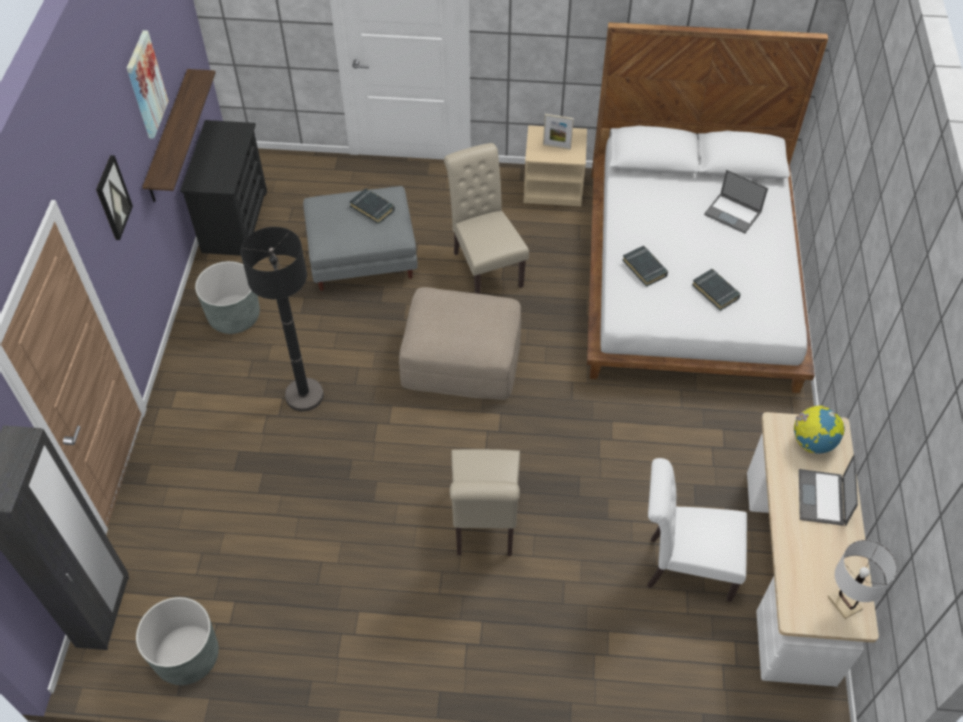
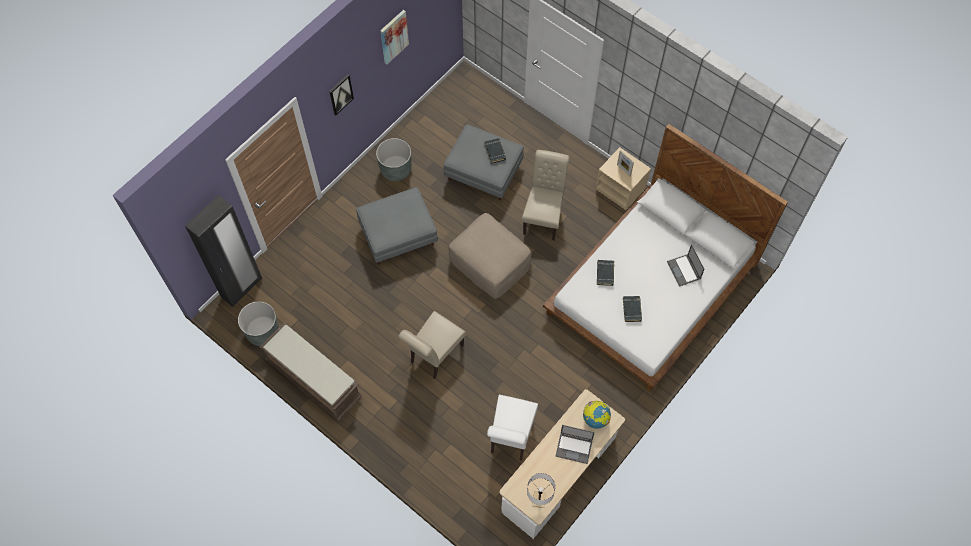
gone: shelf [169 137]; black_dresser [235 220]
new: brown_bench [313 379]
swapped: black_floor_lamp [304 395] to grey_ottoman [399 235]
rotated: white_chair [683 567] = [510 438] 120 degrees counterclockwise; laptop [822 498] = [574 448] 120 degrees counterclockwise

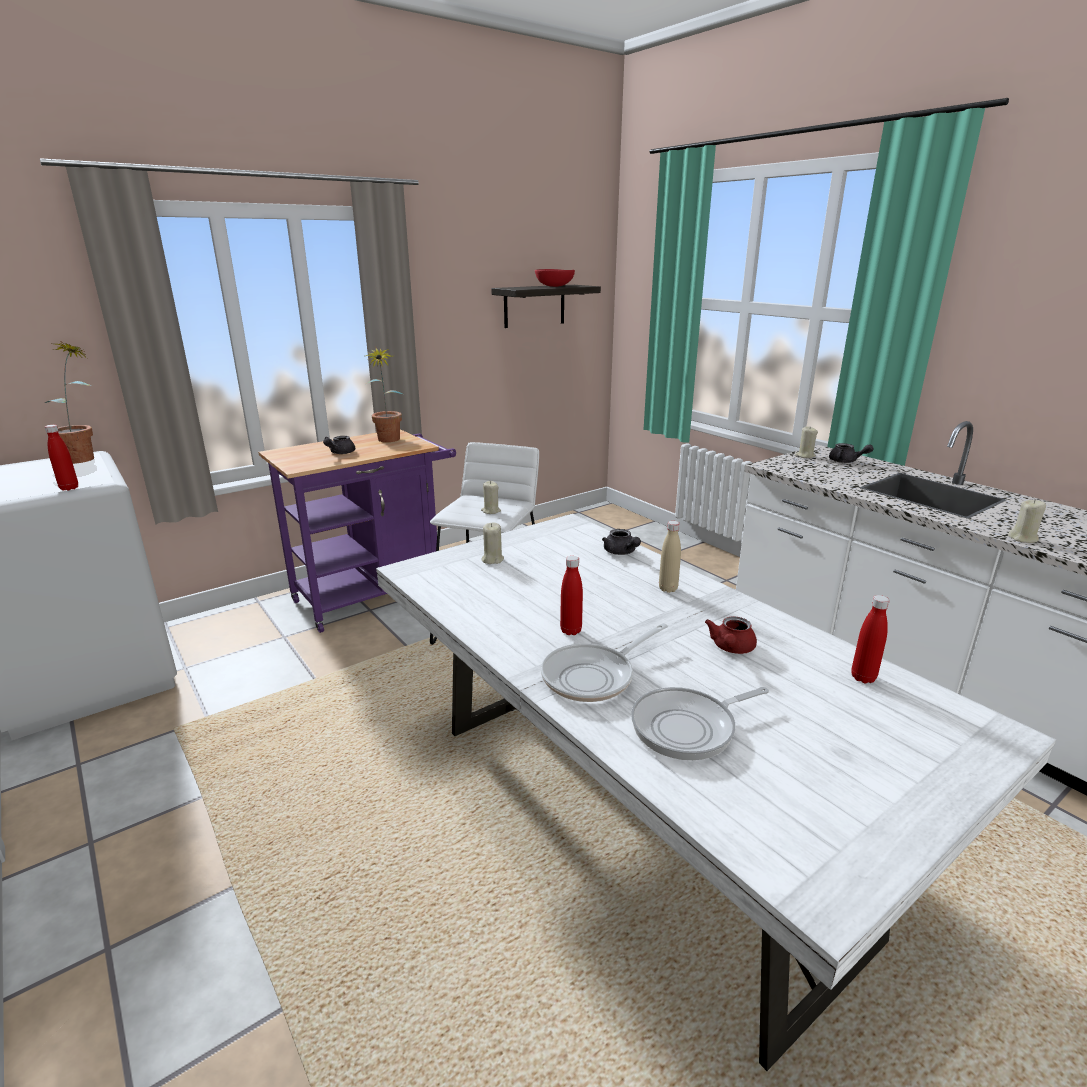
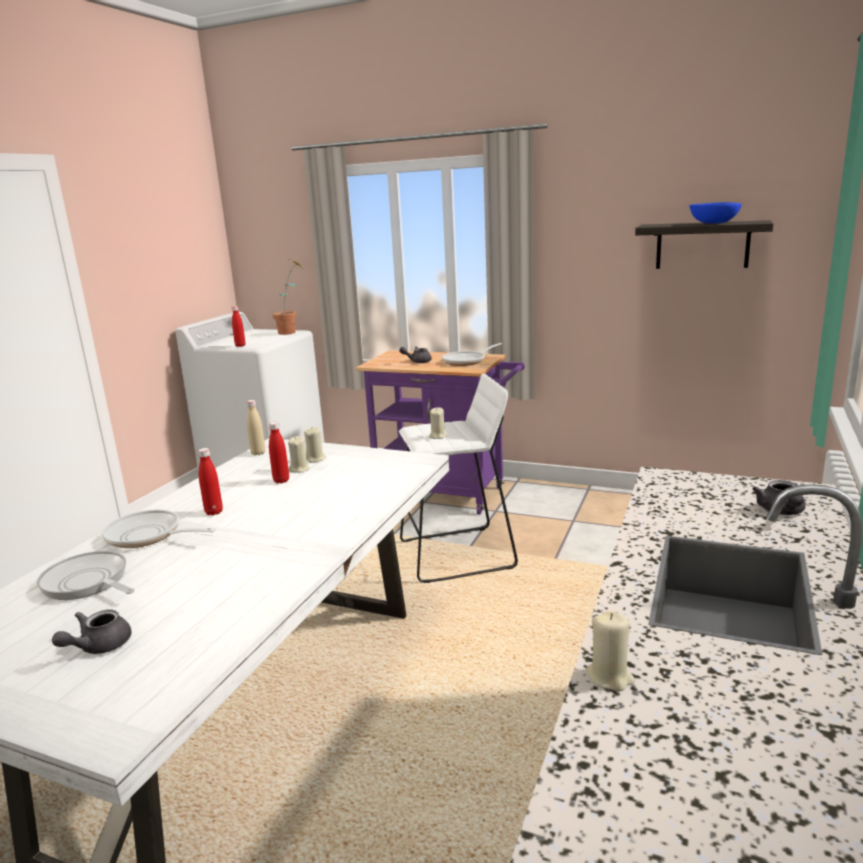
gone: red_teapot [731 648]
shifted: grey_teapot [621 552] to [98 646]; beige_bottle [668 589] to [258 453]; beige_candle [805 456] to [299 469]; red_bottle [863 677] to [281 481]
swapped: potted_plant [388 441] to frying_pan [467 361]
repainted: red_bowl [555 286] to blue_bowl [714 223]

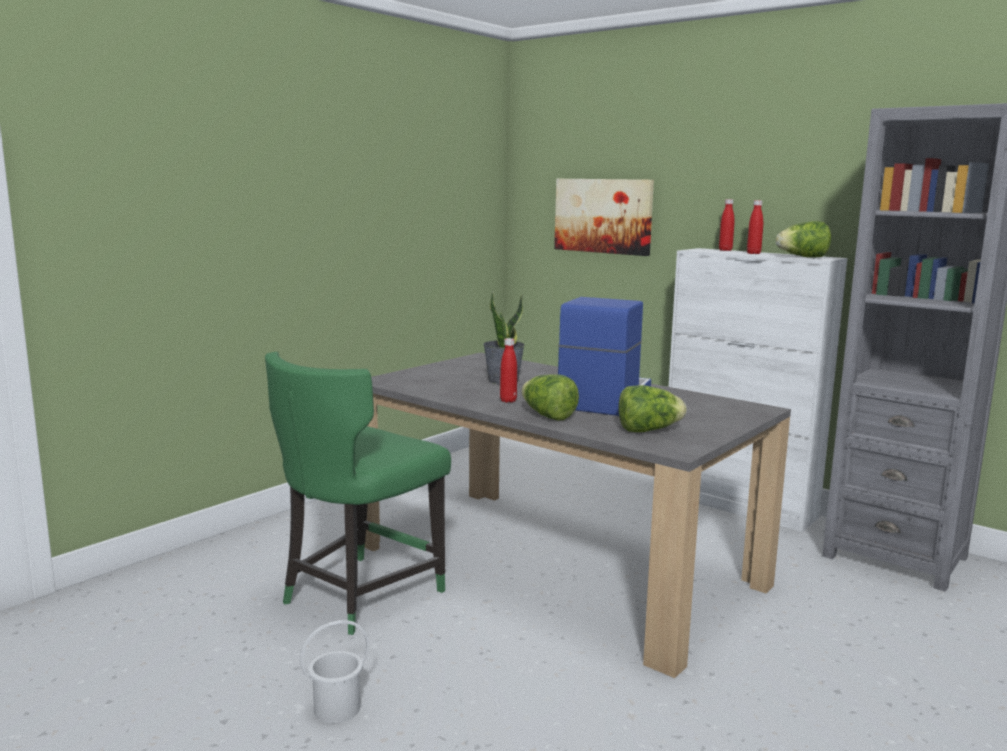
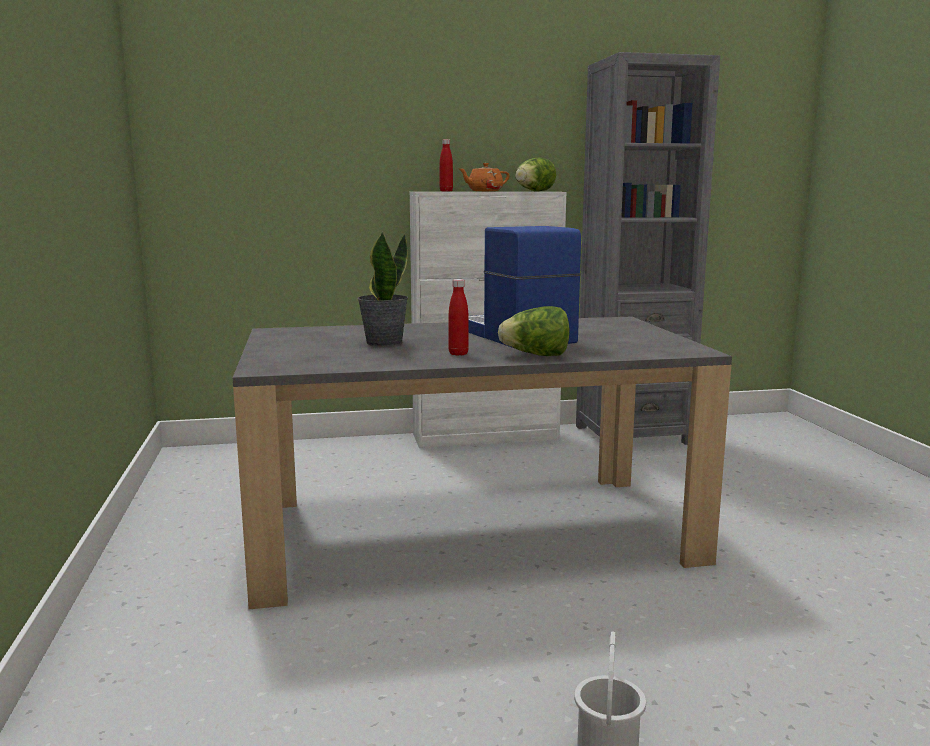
gone: green_chair [358 596]; picture [603 216]; lettuce [648 430]
swapped: red_bottle [753 253] to orange_teapot [484 191]

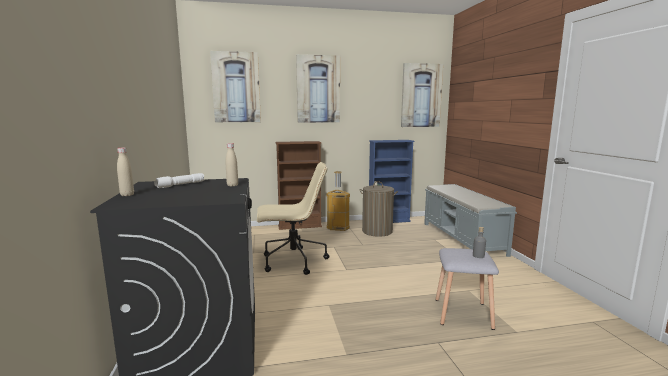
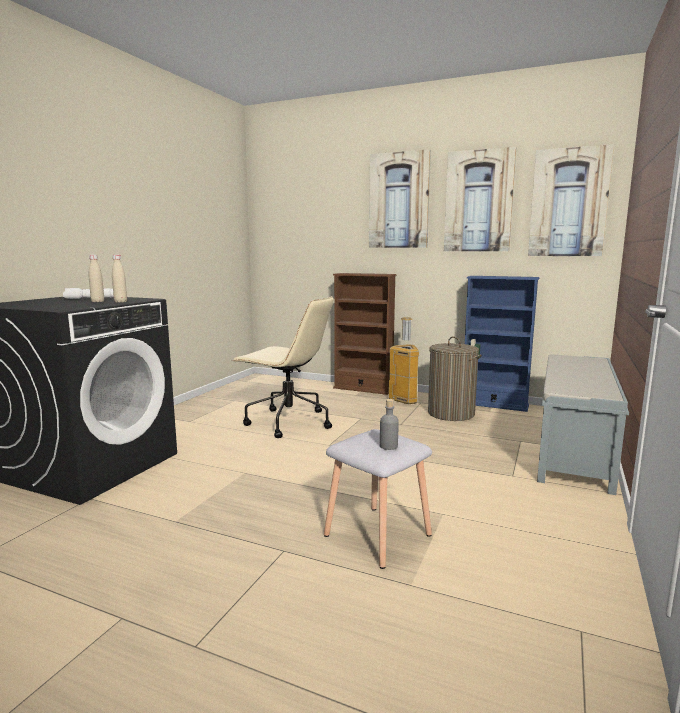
shifted: beige_bottle [127 195] to [97 301]; picture [236 87] to [478 201]

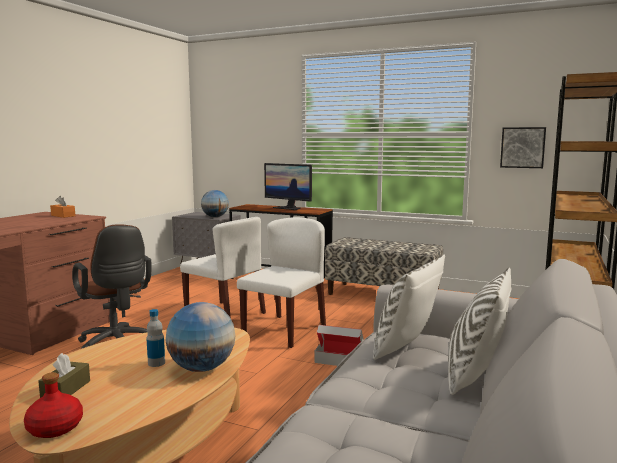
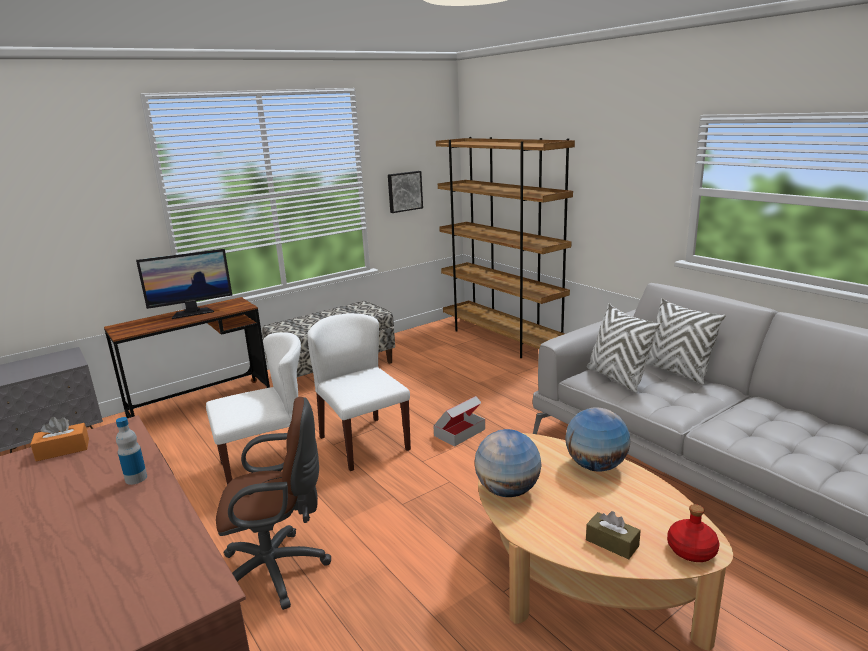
shifted: bottle [156 363] to [136 478]; globe [215 217] to [508 491]

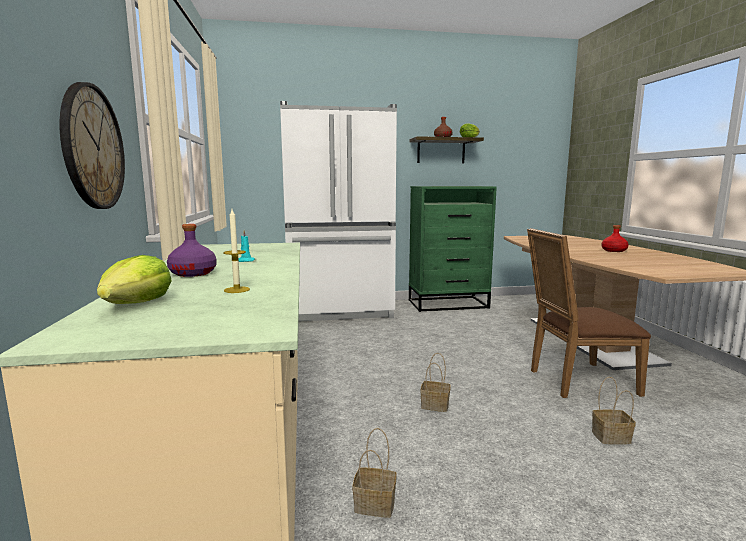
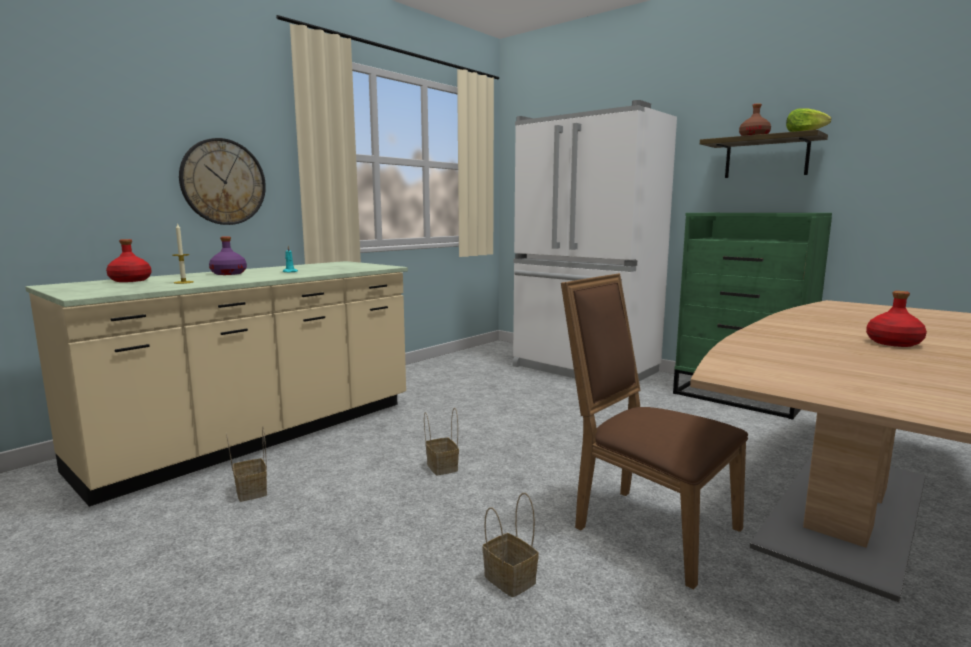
swapped: lettuce [137 304] to red_bottle [131 280]

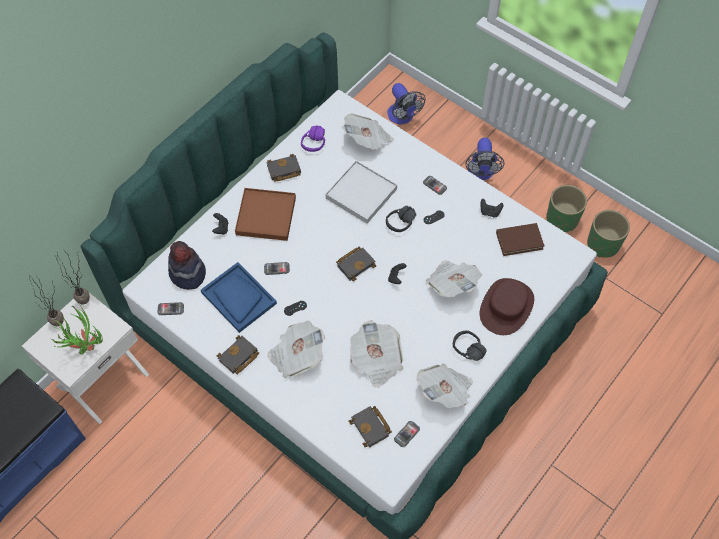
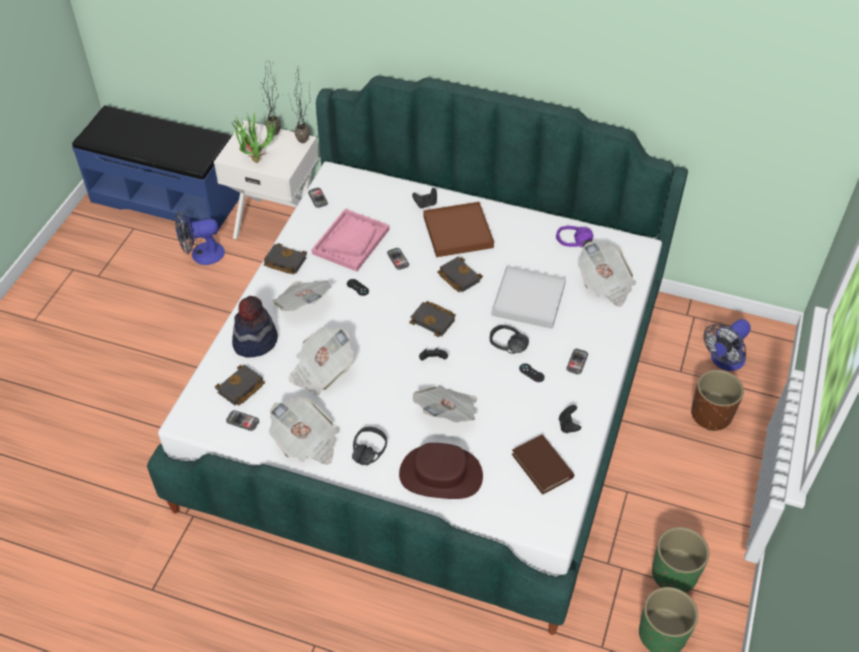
new: brown_planter [711 415]
shifted: hat [187 274] to [255 341]; black_book [283 171] to [457 277]; fan [481 173] to [201 255]
repainted: blue_tray [238 298] to pink_tray [351 241]

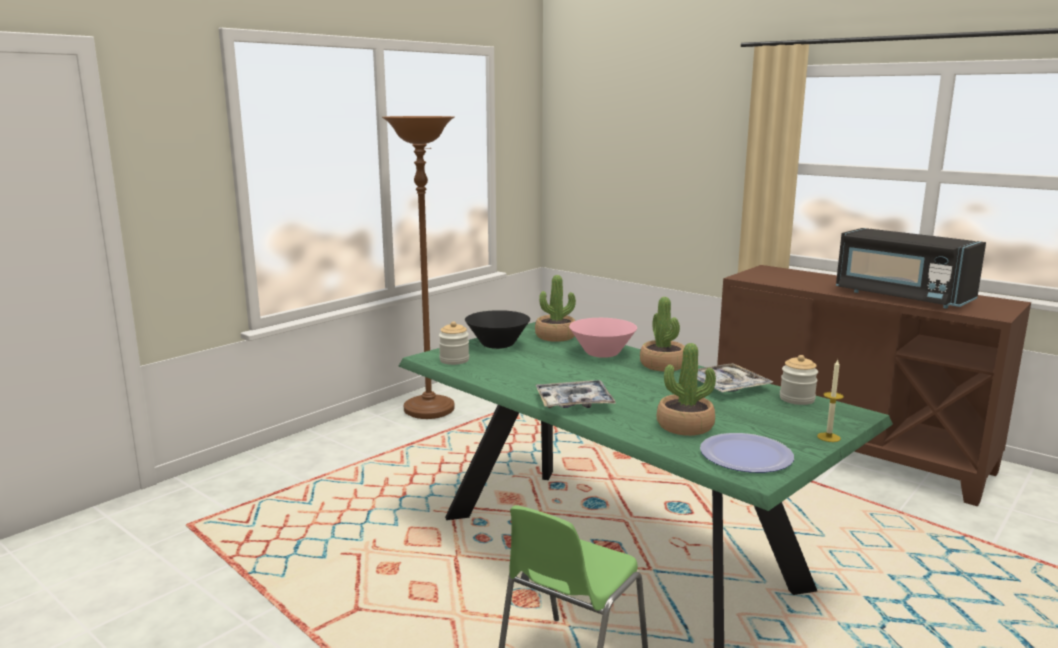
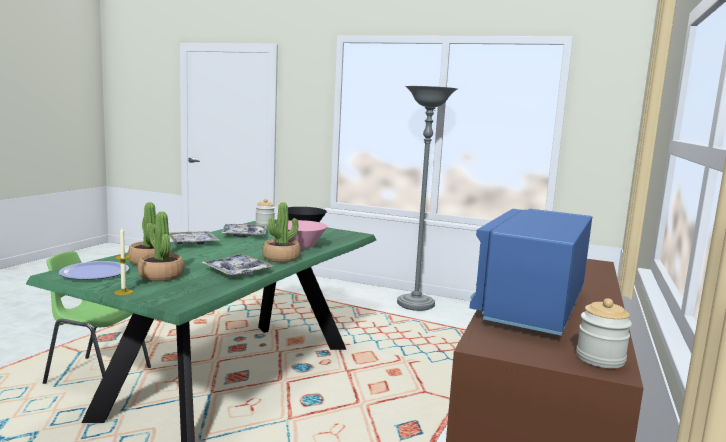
new: tray [244 235]
shifted: potted_plant [555 336] to [161 276]; jar [797 399] to [600 359]
repainted: brown_floor_lamp [429 410] to grey_floor_lamp [415 305]; black_microwave [901 297] to blue_microwave [531 306]

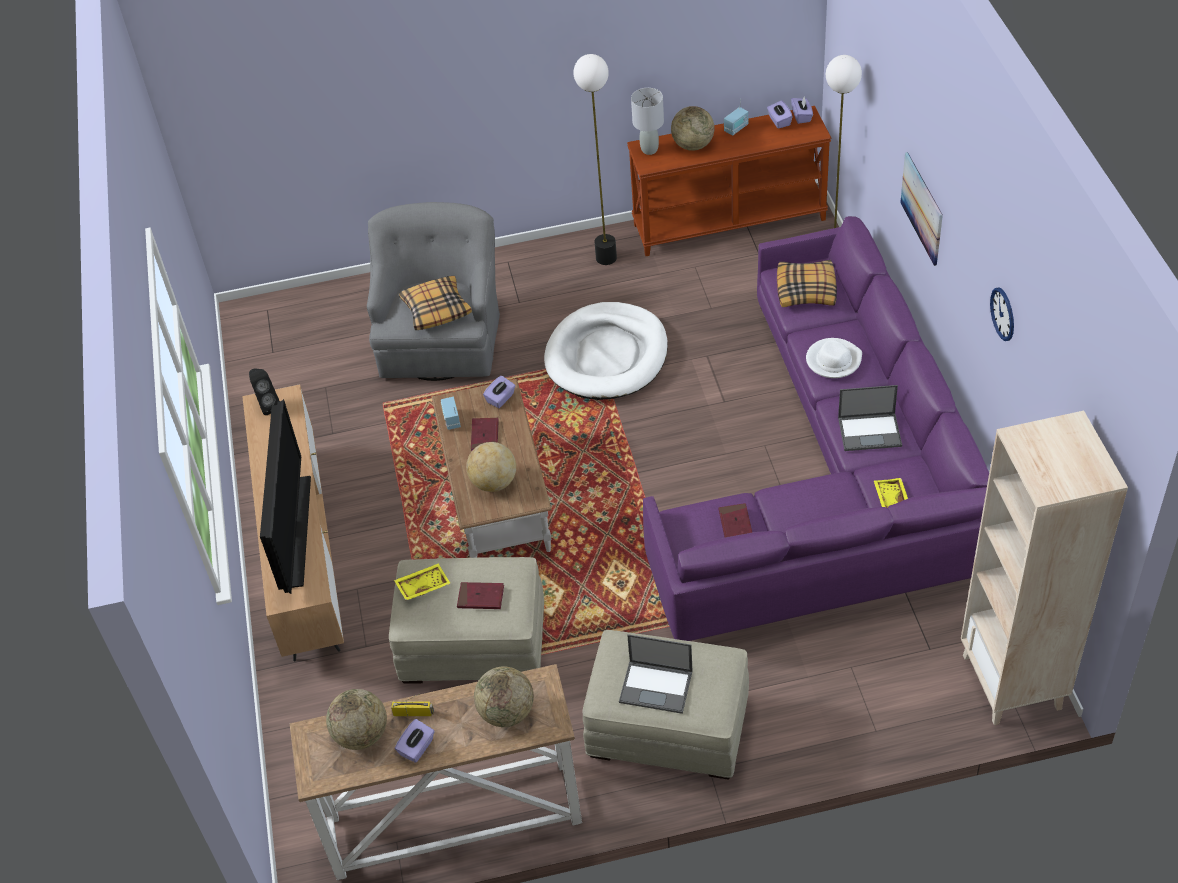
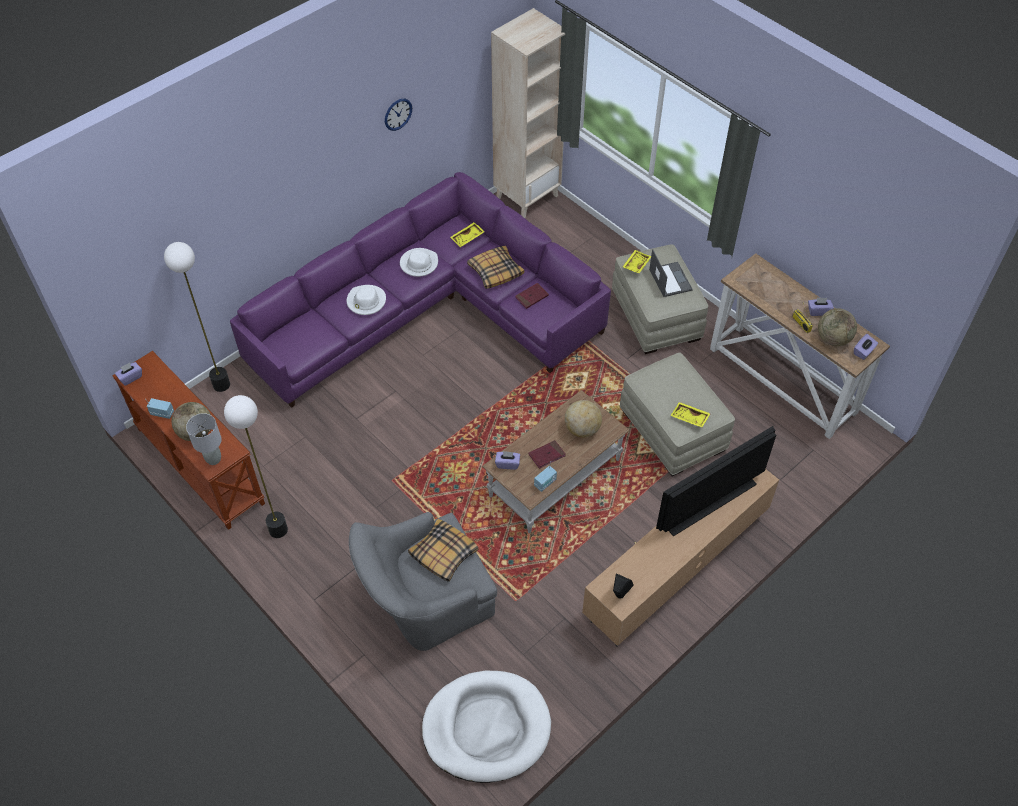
gone: red_book [481 597]; globe [507 712]; picture [922 208]
new: yellow_tray [636 264]
shifted: white_dog_bed [607 356] to [486 728]; purple_tissue_box [779 121] to [863 352]; pillow [806 290] to [495 271]
swapped: laptop [870 431] to white_hat [419 264]

